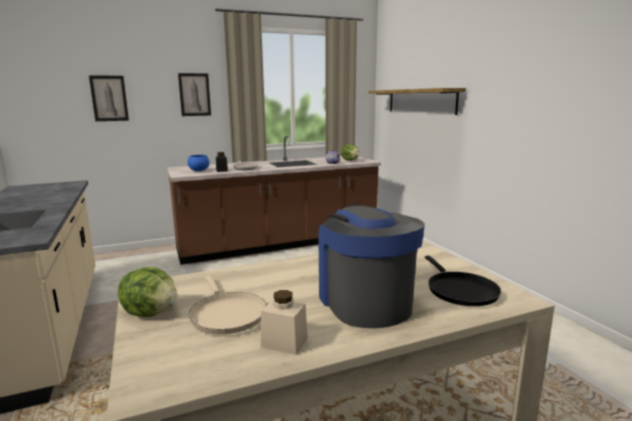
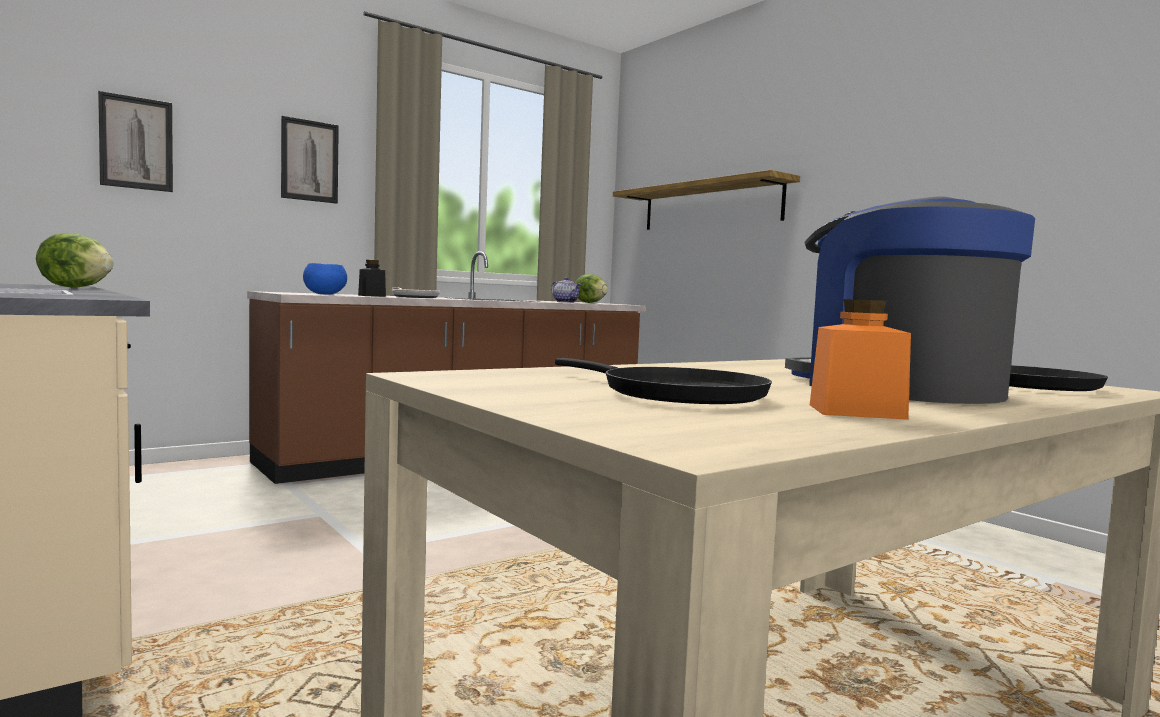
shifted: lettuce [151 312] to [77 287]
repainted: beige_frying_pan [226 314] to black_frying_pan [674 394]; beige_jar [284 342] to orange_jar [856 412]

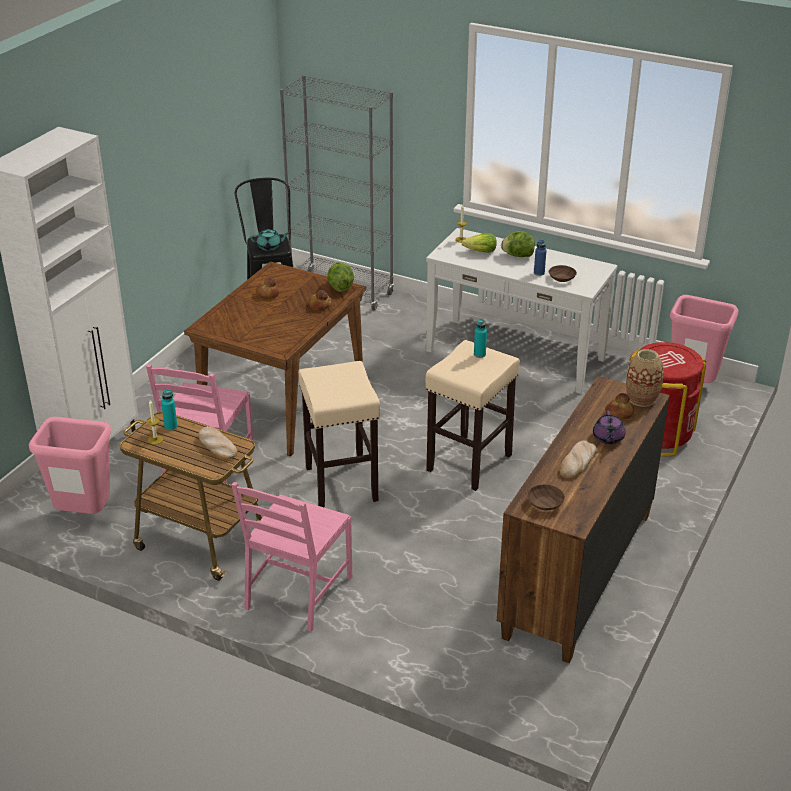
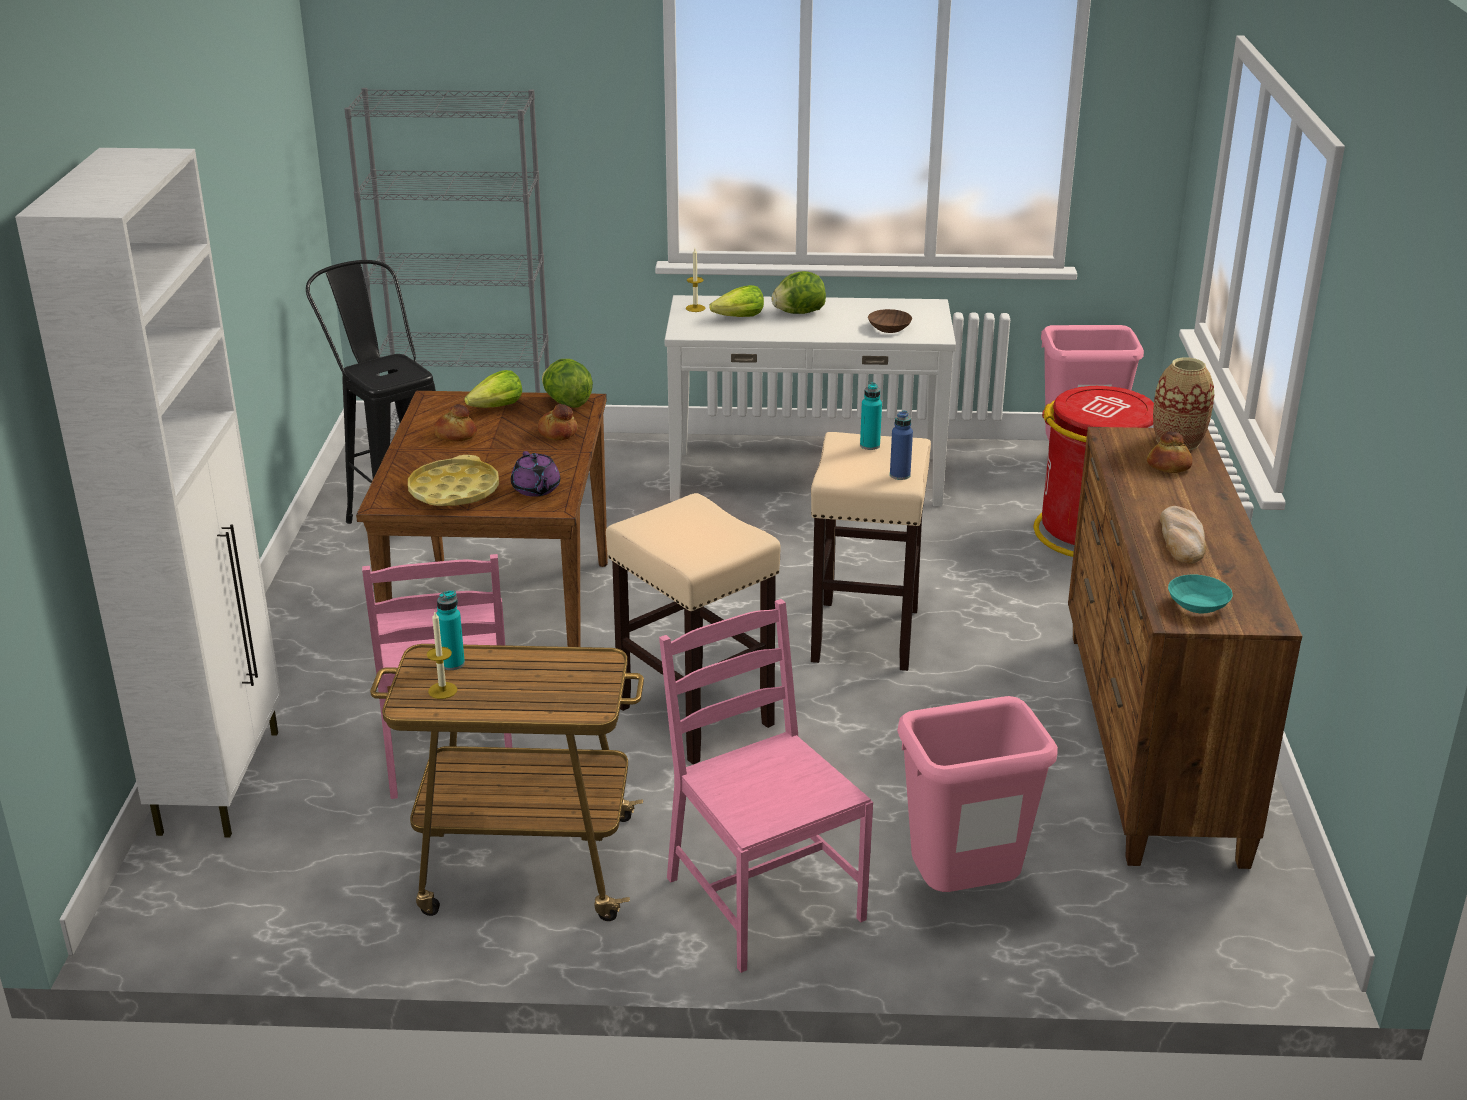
gone: bread [216 445]; turquoise_teapot [270 246]
new: yellow_tray [454 491]; lettuce [497 407]
shifted: pink_trash_can [84 515] to [962 894]; blue_bottle [539 273] to [900 475]; purple_teapot [608 438] to [536 489]
repainted: brown_bowl [544 503] to turquoise_bowl [1196 604]
rotated: pink_chair [298 593] = [761 898] 150 degrees clockwise

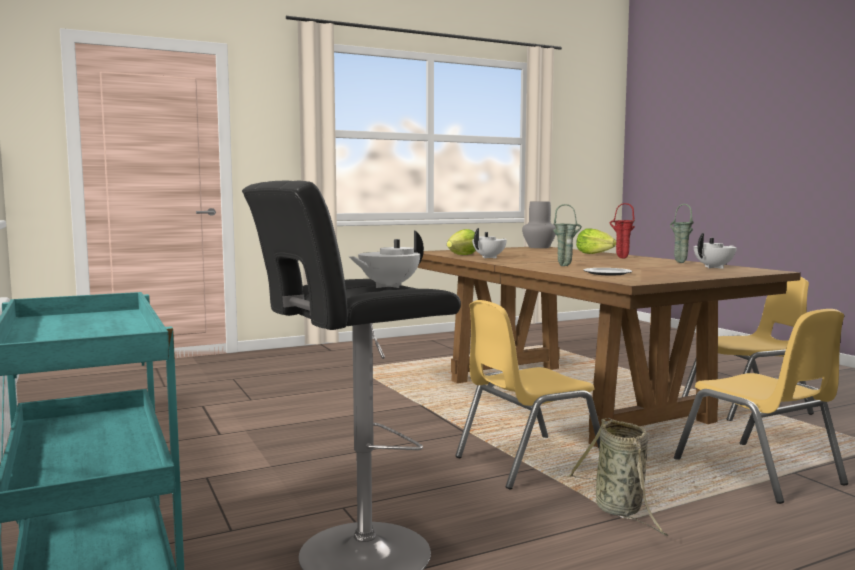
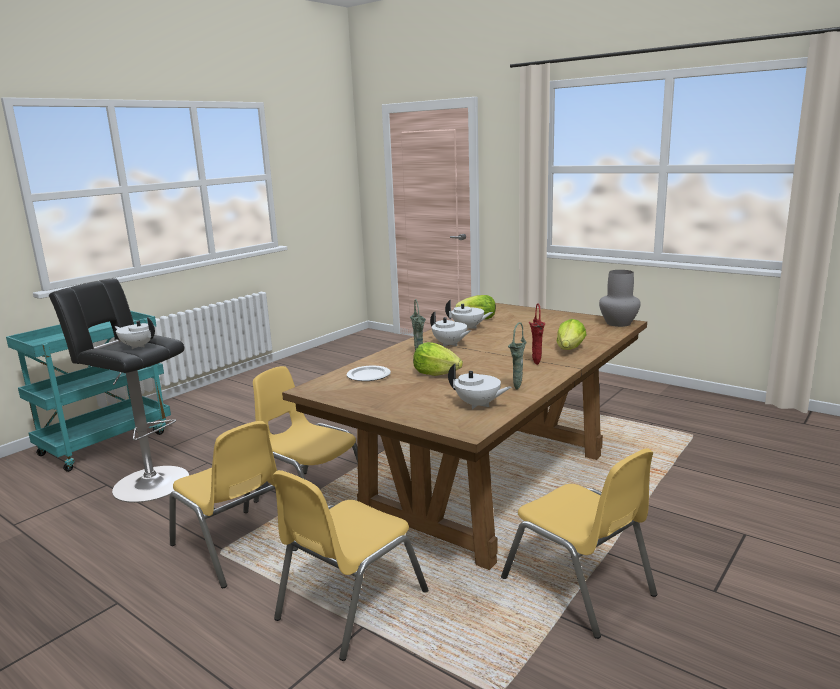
new: lettuce [436 374]; white_teapot [450 344]
swapped: basket [620 510] to yellow_chair [234 547]

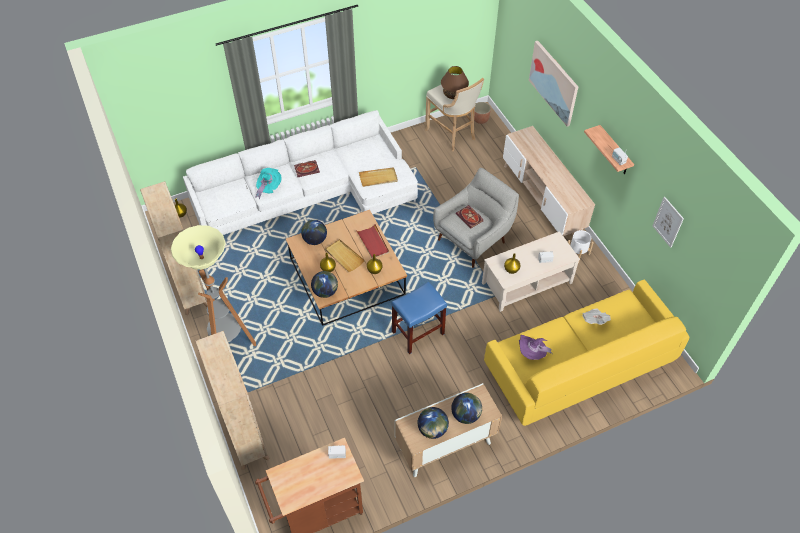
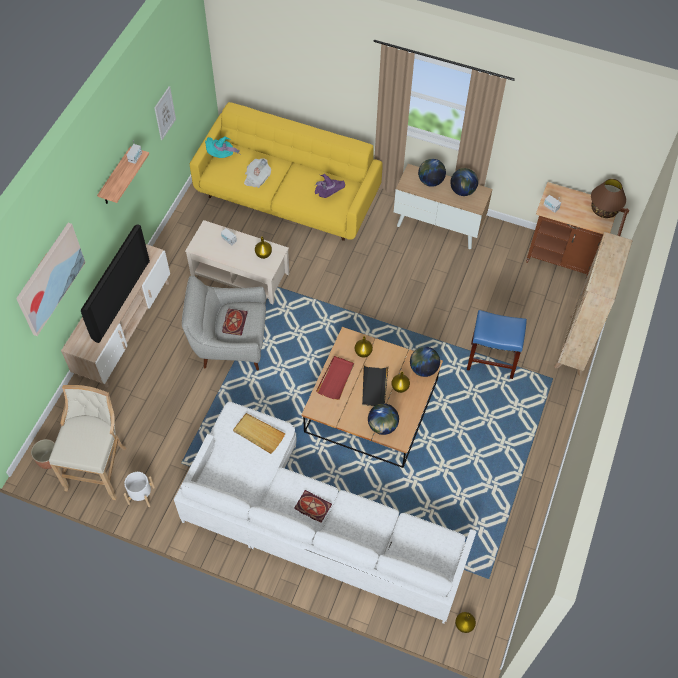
gone: beige_bookcase [190 288]; floor_lamp [230 347]
new: television [119 298]
shifted: turquoise_hat [268 187] to [221 155]; blue_stool [417 333] to [492 360]; brown_table_lamp [454 94] to [604 210]; white_planter [577 253] to [141 495]
repainted: beige_tray [344 256] to black_tray [374 387]

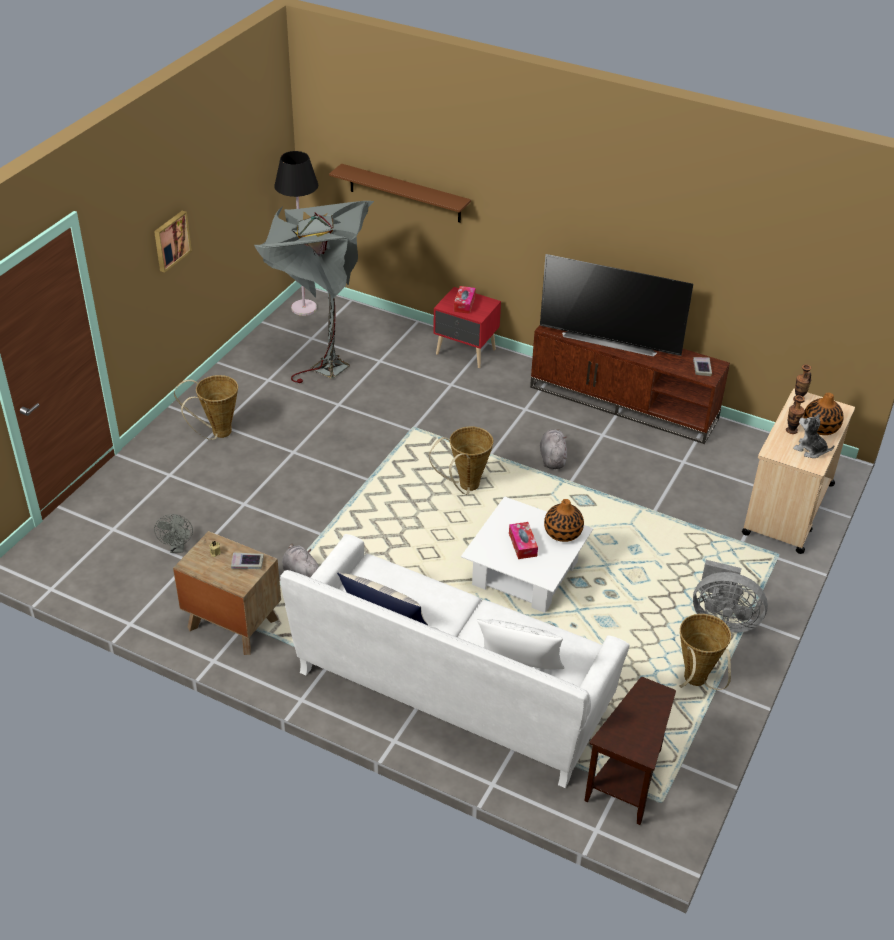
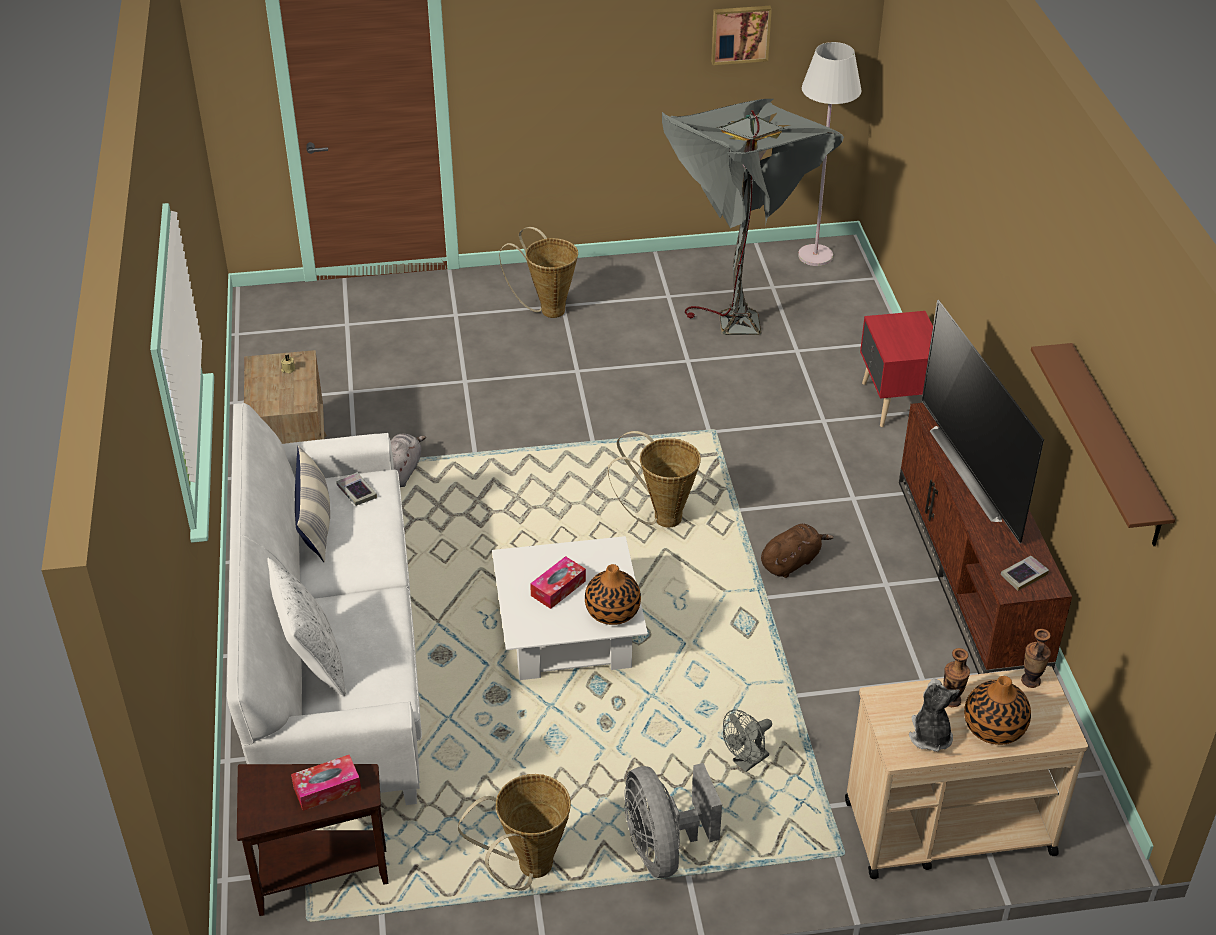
shifted: picture [171 240] to [740 33]; grey_fan [177 548] to [746 762]; book [247 563] to [356 492]; brown_shelf [405 193] to [1115 446]; tissue_box [464 304] to [327 789]
repainted: black_floor_lamp [304 308] to white_floor_lamp [815 256]; grey_plush_toy [552 458] to brown_plush_toy [791 562]

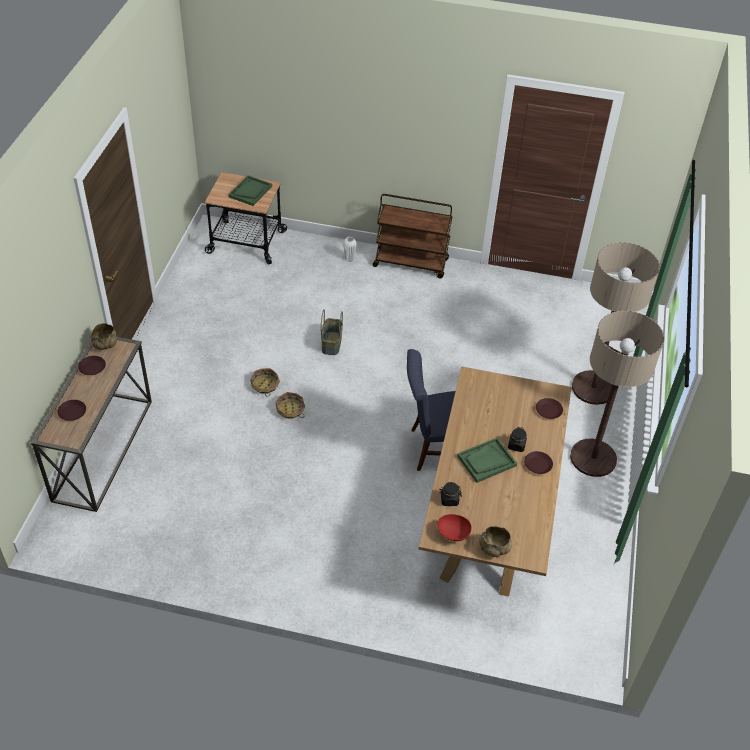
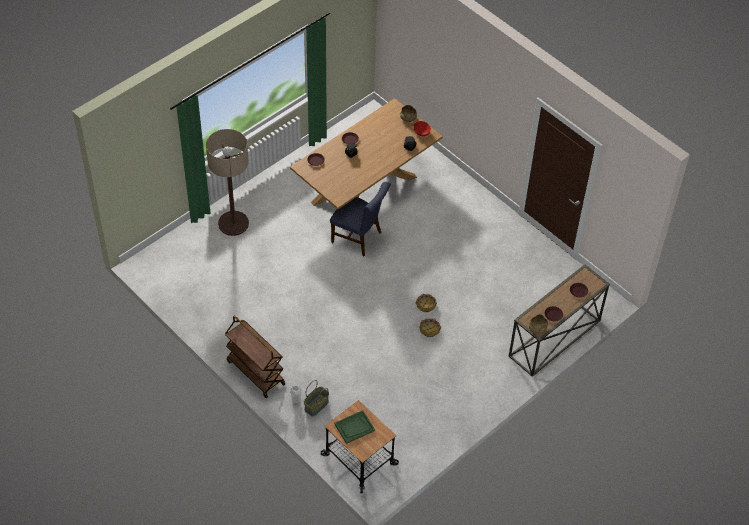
gone: green_tray [486 461]; floor_lamp [593 458]
shifted: basket [331 343] to [316 406]

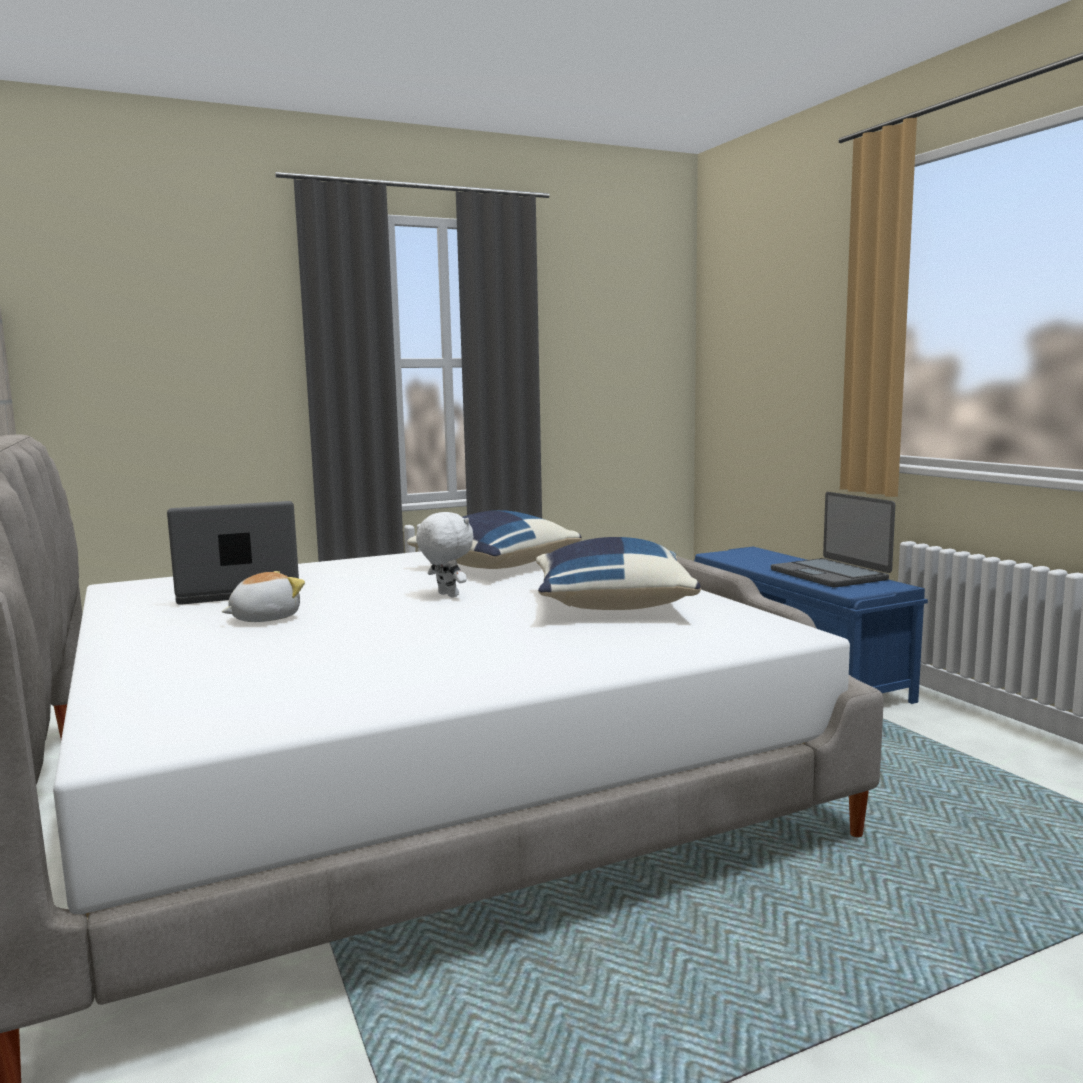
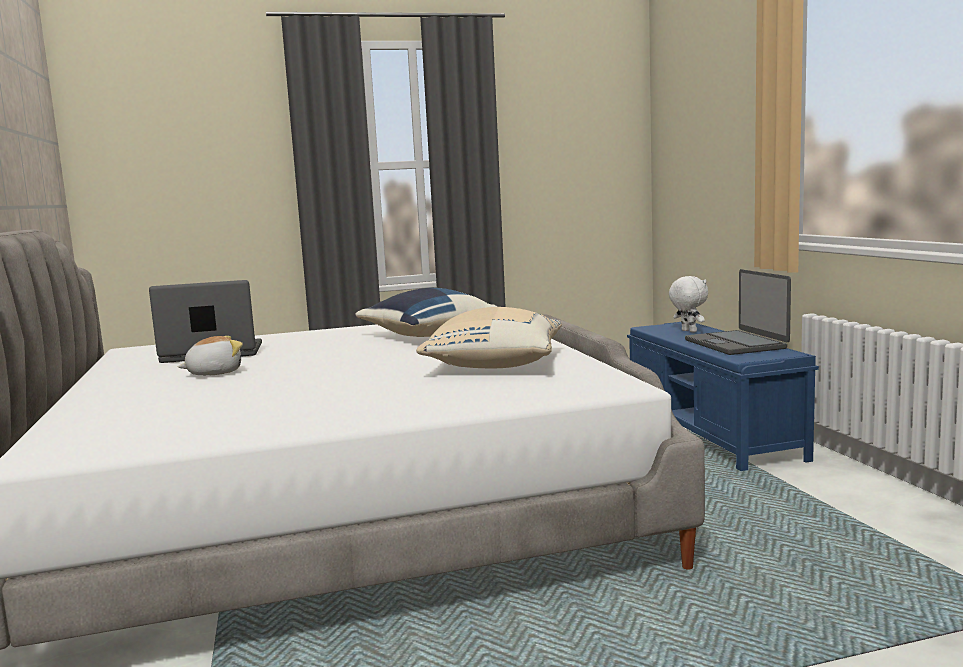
shifted: white_plush_toy [446 595] to [688 331]
repainted: blue_pillow [611 605] to beige_pillow [493 365]

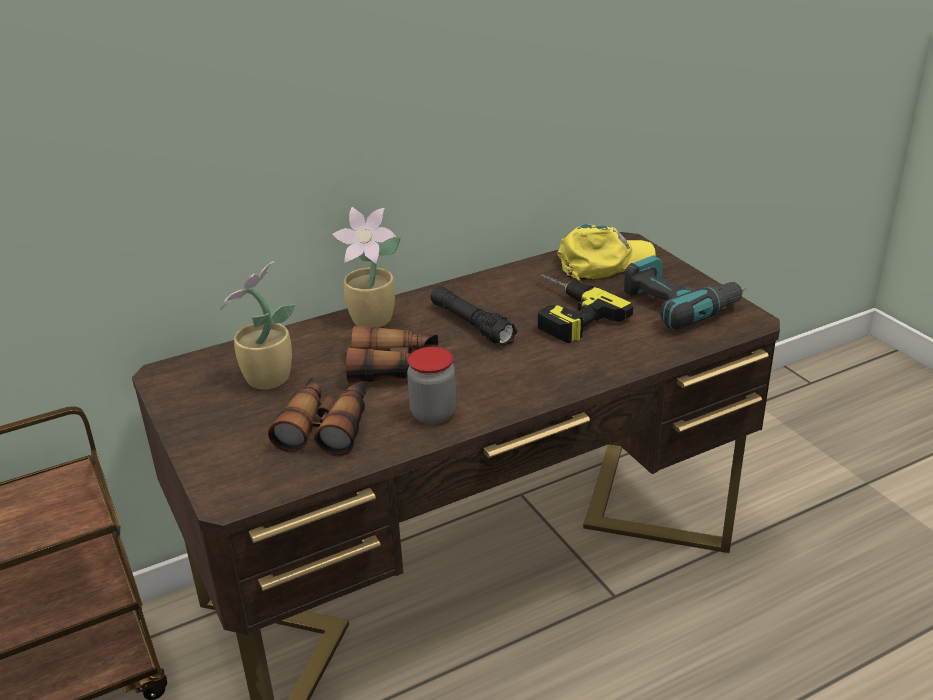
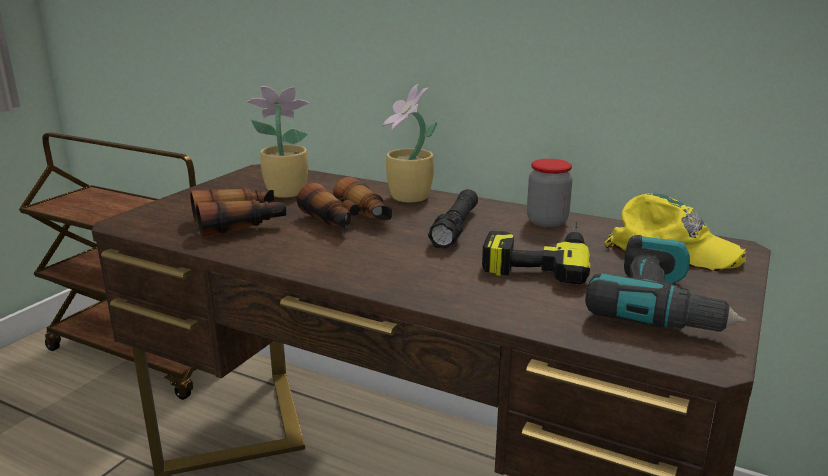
shifted: jar [433 414] to [547 221]

